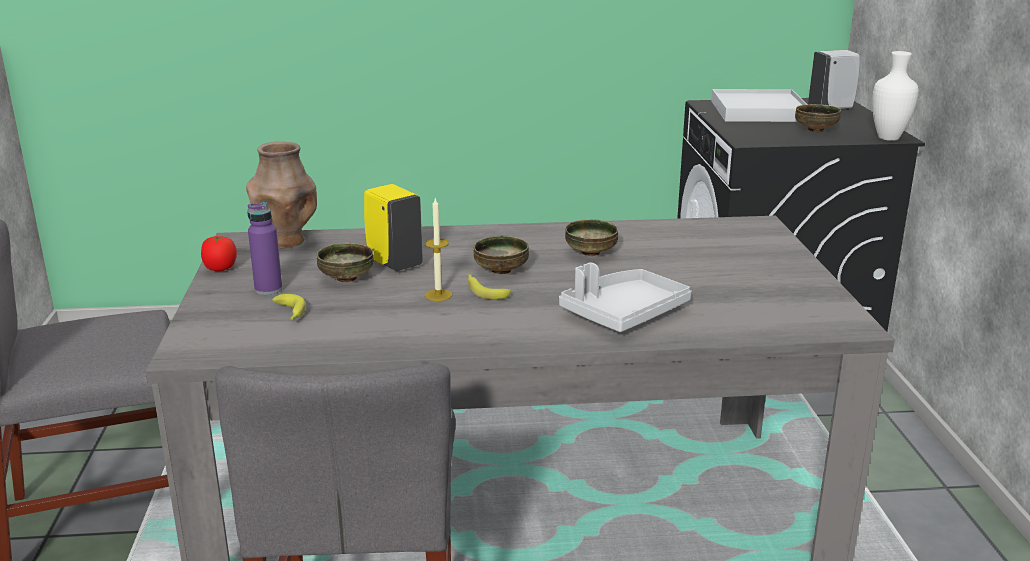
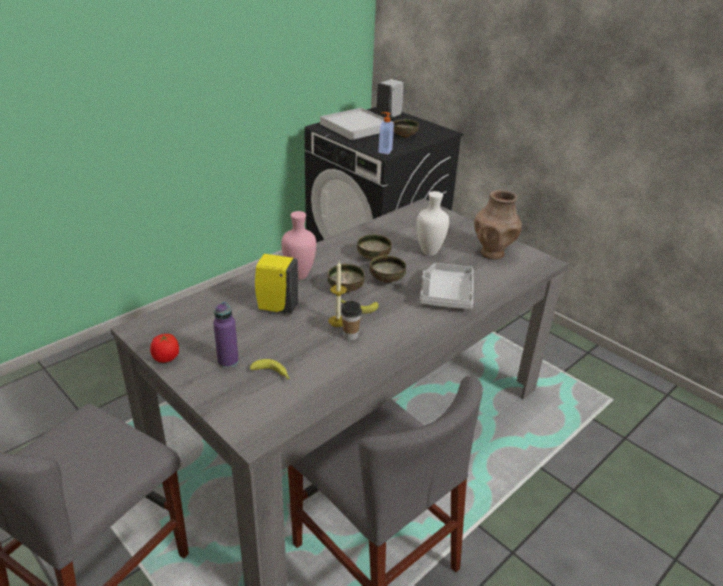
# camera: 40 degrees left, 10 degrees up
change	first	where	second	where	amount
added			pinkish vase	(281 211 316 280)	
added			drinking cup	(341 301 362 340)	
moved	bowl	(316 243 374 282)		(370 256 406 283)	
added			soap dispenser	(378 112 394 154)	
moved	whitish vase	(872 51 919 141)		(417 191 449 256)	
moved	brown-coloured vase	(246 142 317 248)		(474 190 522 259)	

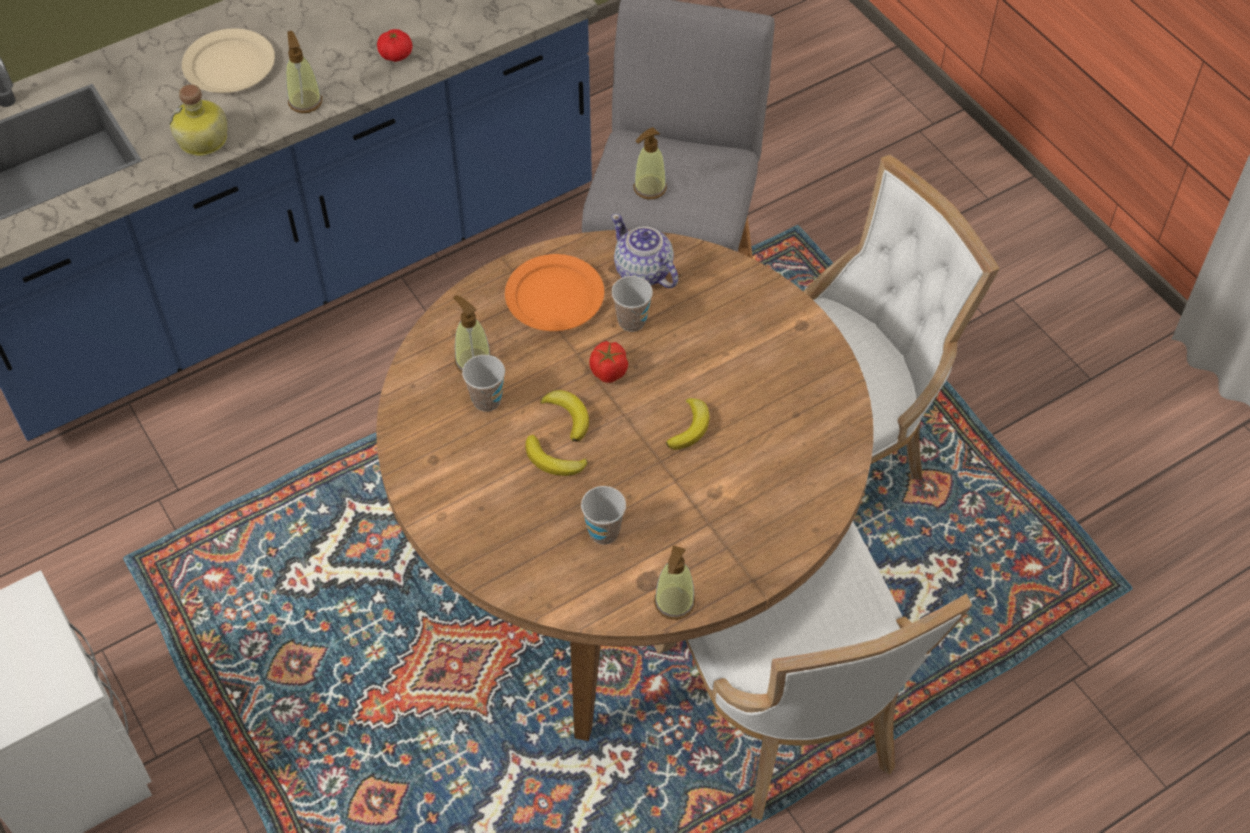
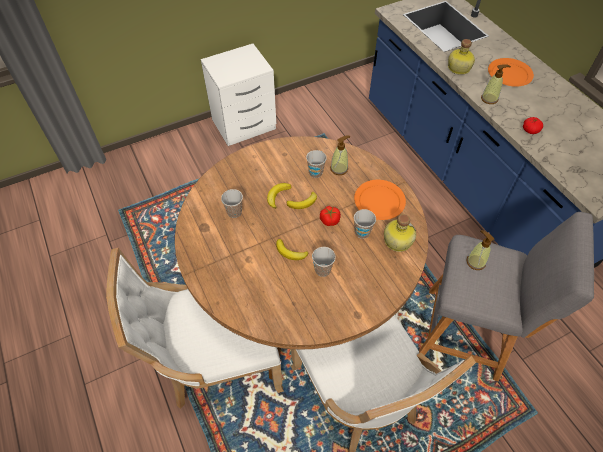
# camera: 95 degrees right, 0 degrees up
change	first	where	second	where	amount
added			drinking cup	(312 247 336 277)	
replaced	pot for tea	(611 214 678 288)	beverage bottle	(384 214 416 252)	
recoloured	sand-coloured dinner plate	(182 28 275 93)	orangey dinner plate	(488 58 534 87)	
removed	soap dispenser	(654 546 695 620)			

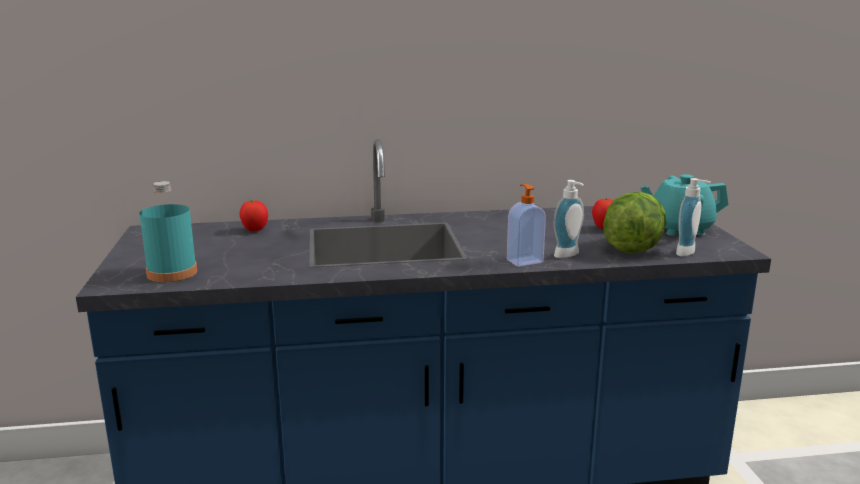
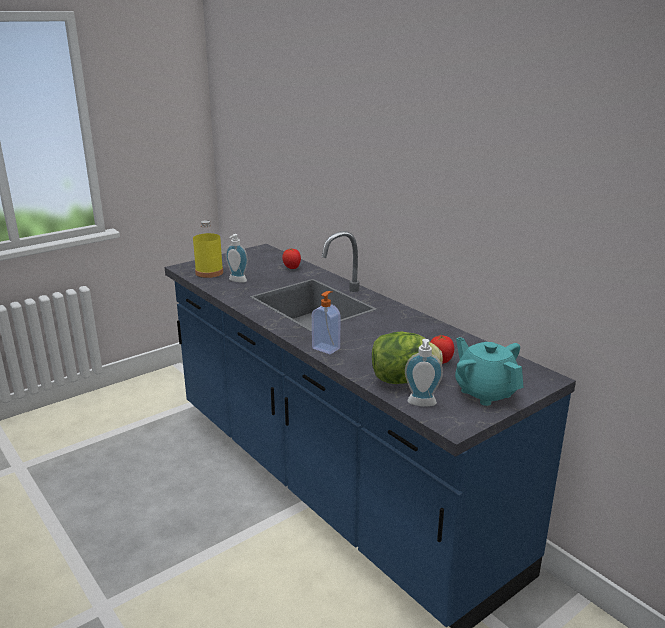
# camera: 60 degrees right, 5 degrees up
change	first	where	second	where	amount
recoloured	turquoise-coloured beverage bottle	(139 181 197 282)	yellow beverage bottle	(193 220 223 278)	
moved	soap dispenser	(554 180 584 258)		(226 234 248 282)	

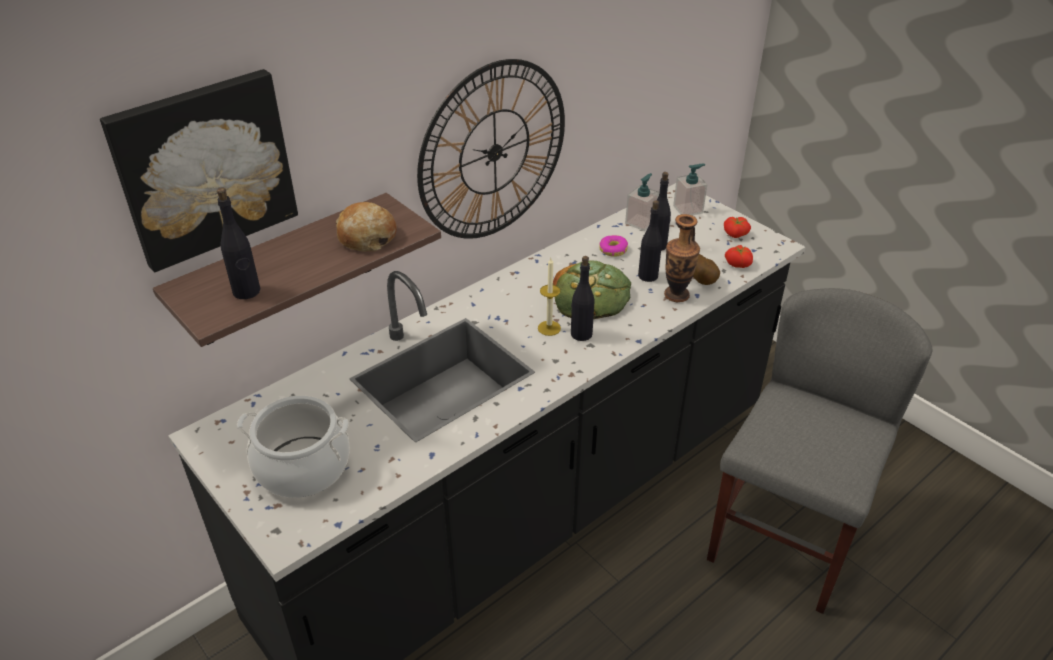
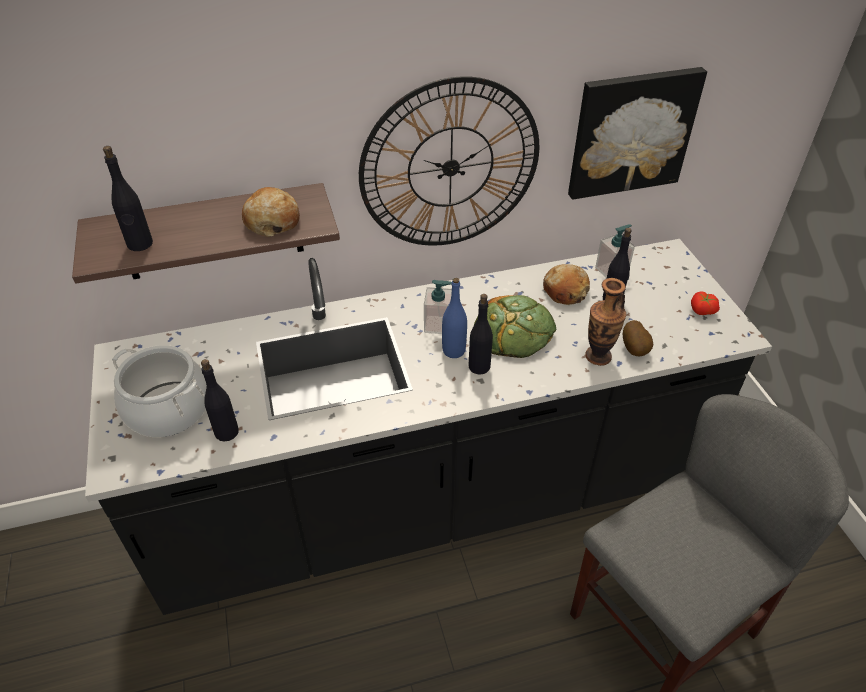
# camera: 25 degrees right, 5 degrees up
change	first	where	second	where	amount
moved	black-coloured beverage bottle	(638 200 662 282)		(201 359 239 441)	
moved	soap dispenser	(673 164 707 215)		(424 280 452 334)	
replaced	candle	(538 258 561 336)	blue-coloured beverage bottle	(442 278 467 358)	
replaced	doughnut	(599 235 628 257)	bread	(543 264 590 305)	
moved	wall picture	(100 69 298 272)		(568 67 707 200)	
removed	whole tomato	(725 245 753 268)			

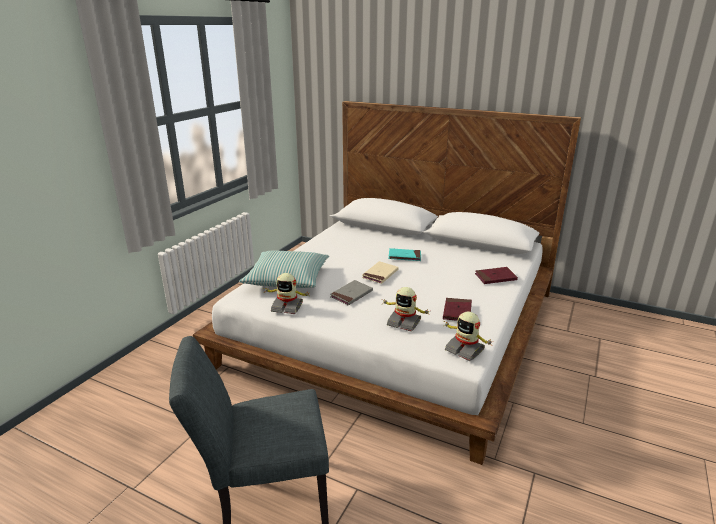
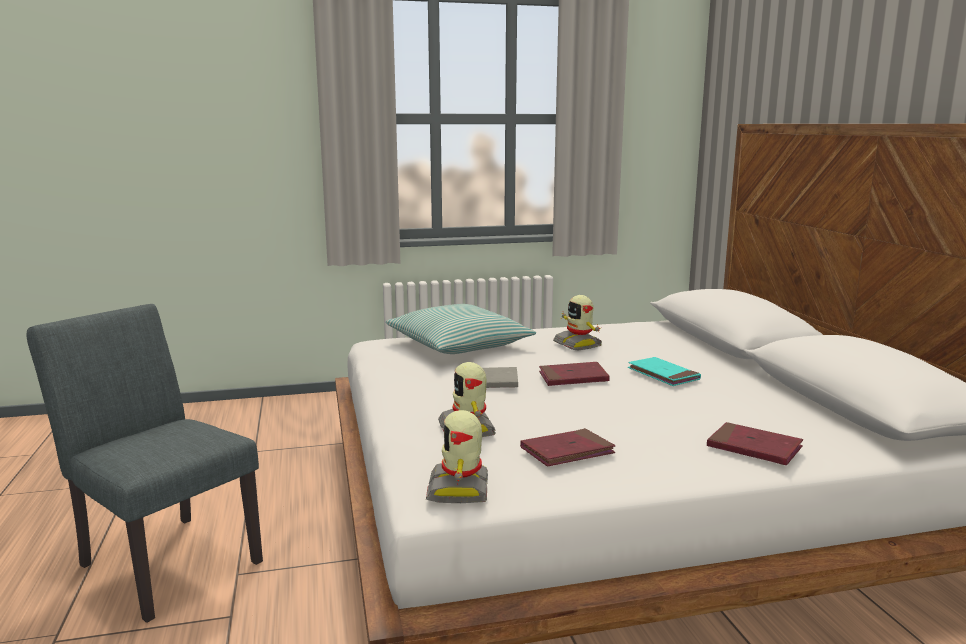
# camera: 50 degrees right, 10 degrees down
change	first	where	second	where	amount
recoloured	sand-coloured volume	(362 261 399 284)	red volume	(539 362 610 386)	
moved	model robot	(263 273 311 314)		(553 295 602 350)	

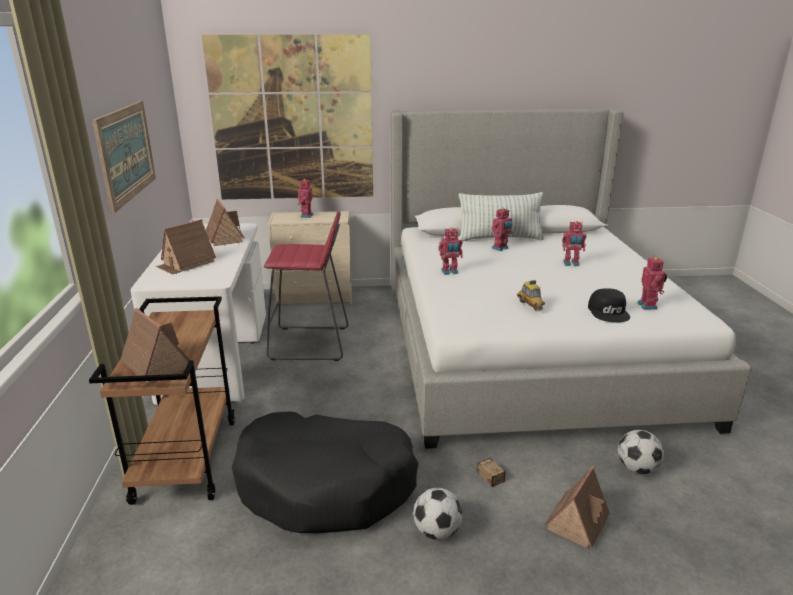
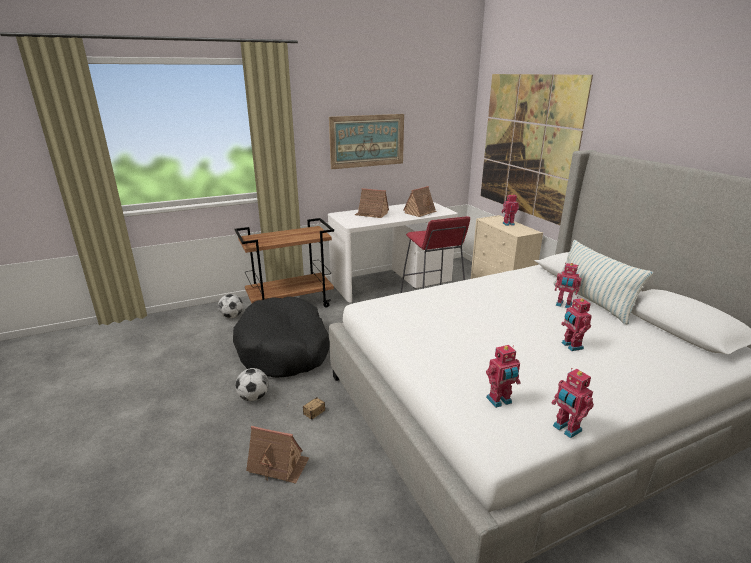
# camera: 70 degrees right, 0 degrees up
change	first	where	second	where	amount
moved	football	(618 430 664 474)		(218 294 243 318)	
moved	model robot	(439 228 463 275)		(552 368 594 438)	
removed	model house	(120 308 190 384)			
removed	miniature car	(517 280 545 310)			
removed	black-coloured baseball cap	(588 288 630 322)			

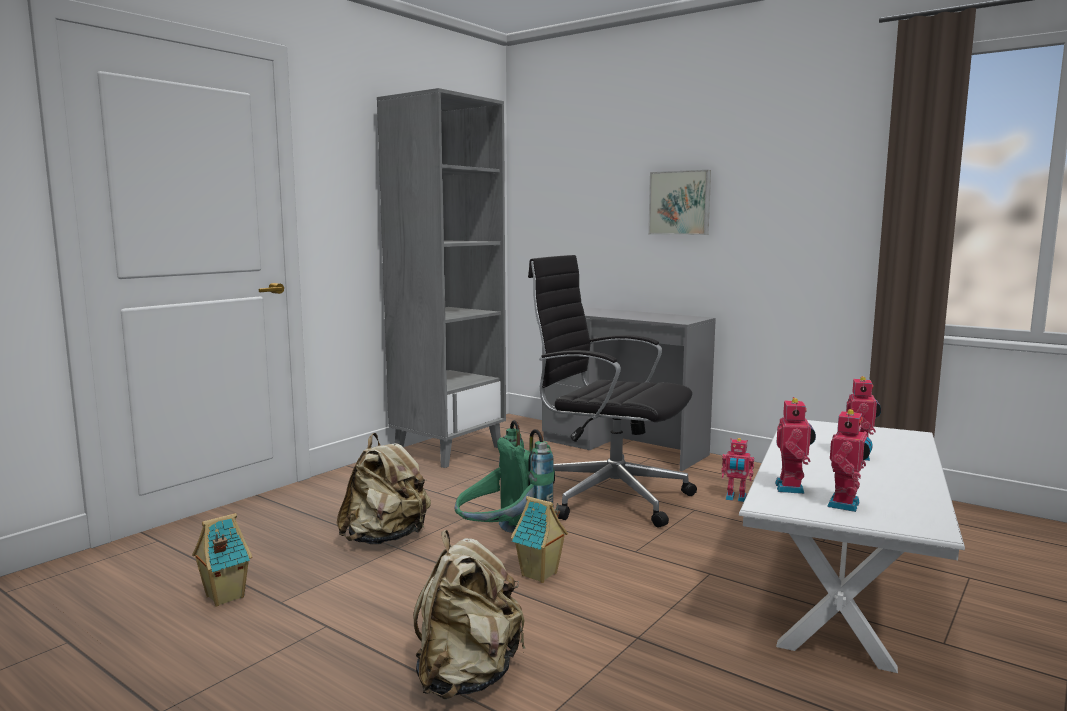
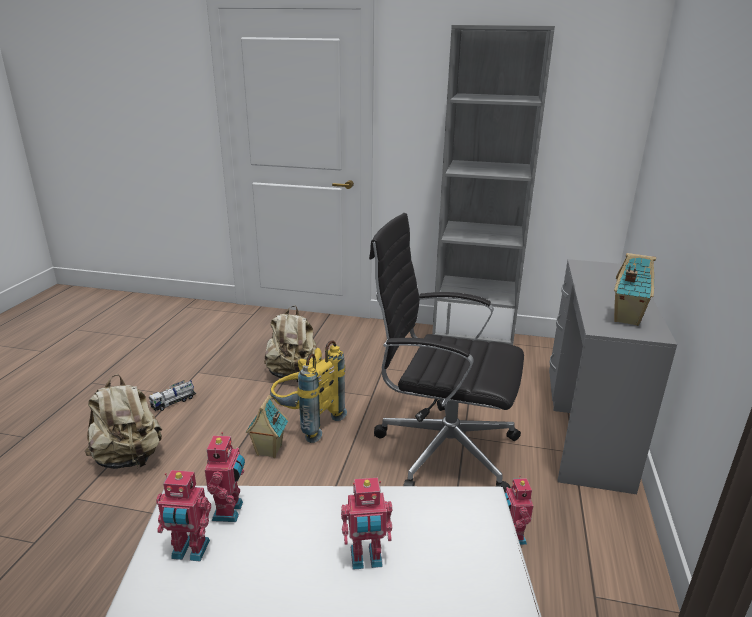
# camera: 65 degrees right, 15 degrees up
change	first	where	second	where	amount
added			toy lorry	(148 380 196 411)	
turned	model robot	(775 397 816 494)		(205 432 245 522)	75 degrees counterclockwise
recoloured	green-coloured knapsack	(454 420 554 533)	yellow knapsack	(270 341 347 443)	
turned	black-coloured office chair	(528 255 697 528)		(369 213 524 493)	75 degrees counterclockwise
moved	model house	(192 513 252 607)		(614 253 656 326)	
removed	wall picture	(648 170 711 235)			

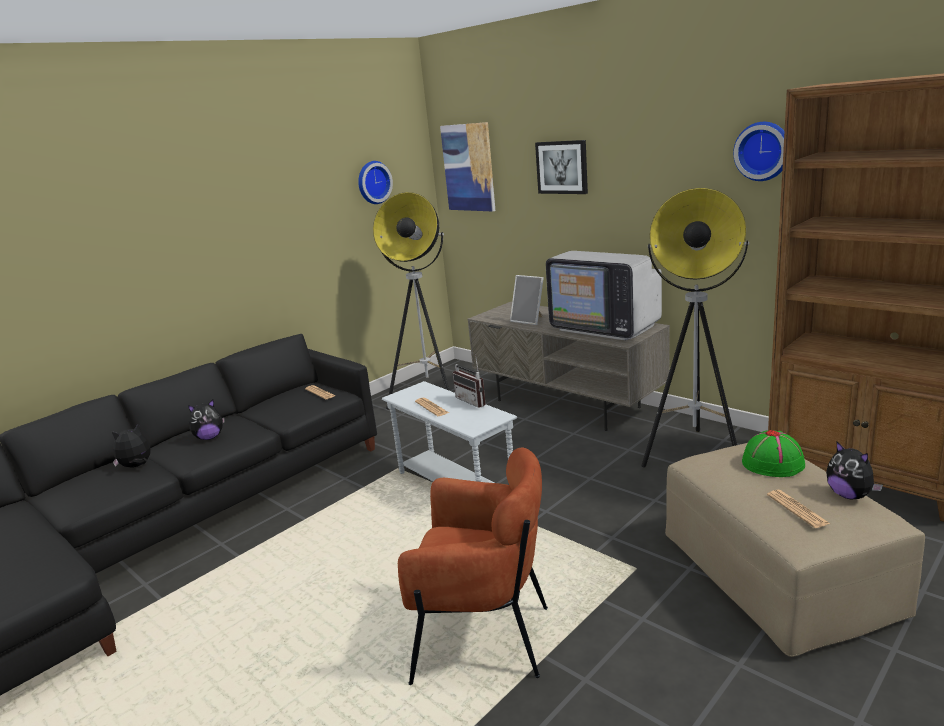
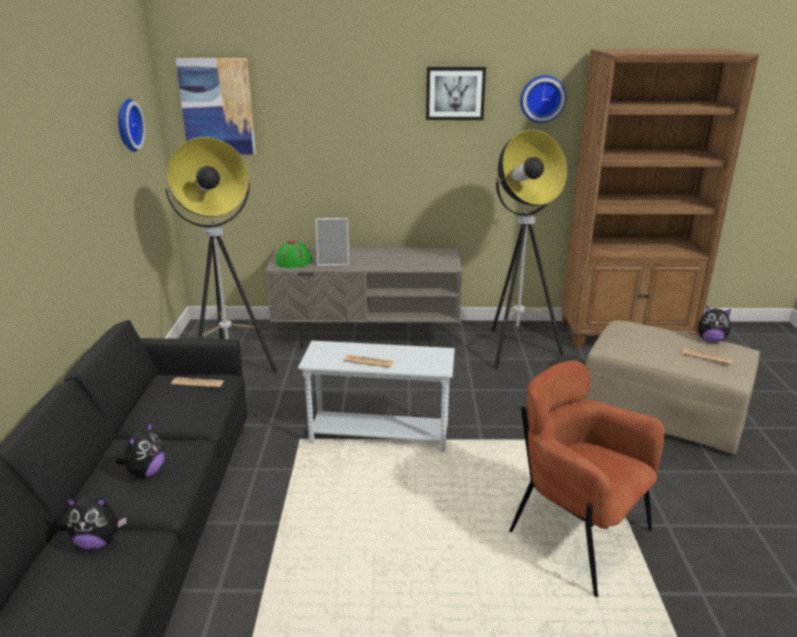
# camera: 45 degrees left, 5 degrees up
change	first	where	second	where	amount
turned	cuddly toy	(112 423 151 468)		(66 496 127 550)	105 degrees counterclockwise
moved	green-coloured clothing hat	(742 430 805 477)		(276 241 313 268)	
moved	wall picture	(535 140 588 194)		(426 67 486 120)	
turned	brown-coloured lounge chair	(398 447 548 685)		(509 361 665 597)	105 degrees counterclockwise
removed	radio receiver	(453 354 486 408)			
removed	TV	(546 251 662 340)			

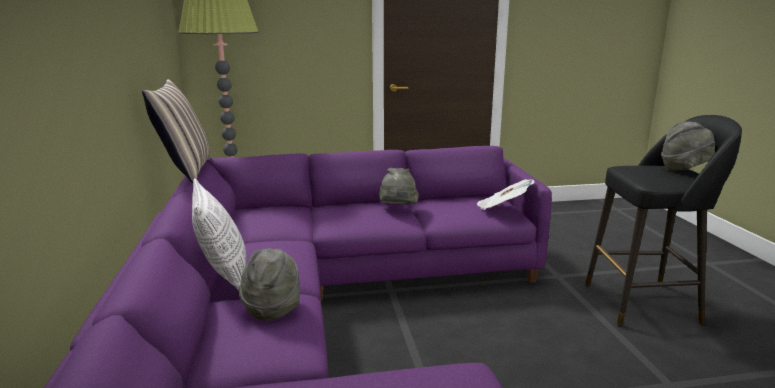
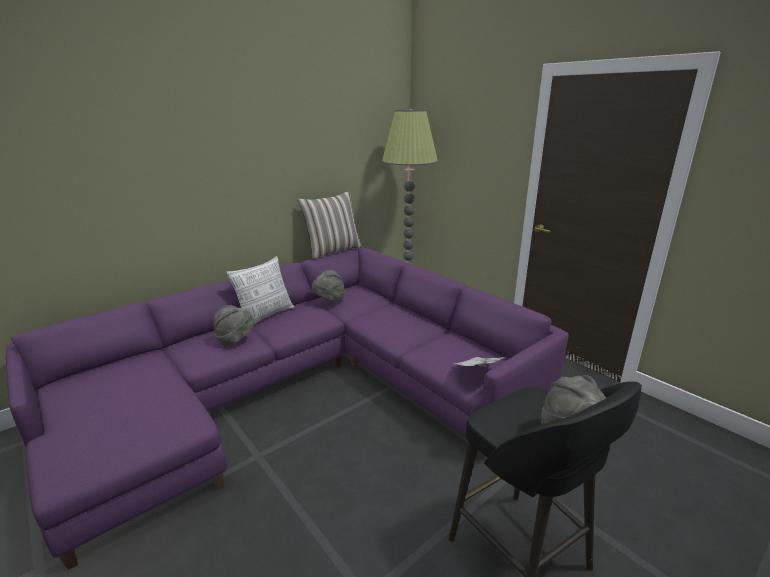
# camera: 60 degrees right, 5 degrees up
change	first	where	second	where	amount
moved	greyish clothing hat	(379 168 419 204)		(312 270 345 302)	

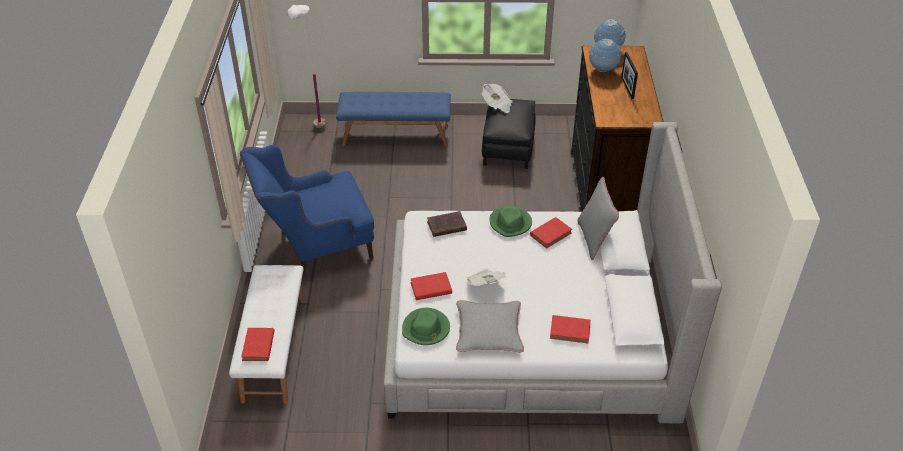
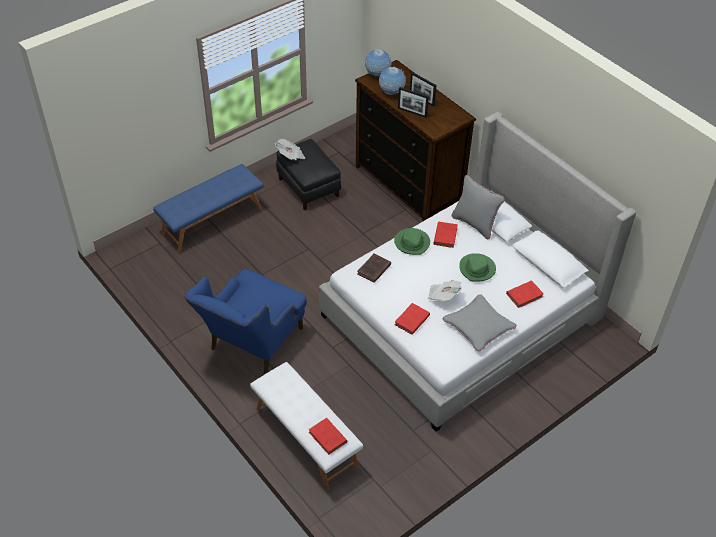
# camera: 40 degrees left, 5 degrees up
change	first	where	second	where	amount
added			picture frame	(398 87 429 118)	
moved	green-coloured clothing hat	(402 308 450 345)		(459 253 496 282)	
removed	whitish floor lamp	(287 5 327 128)			

